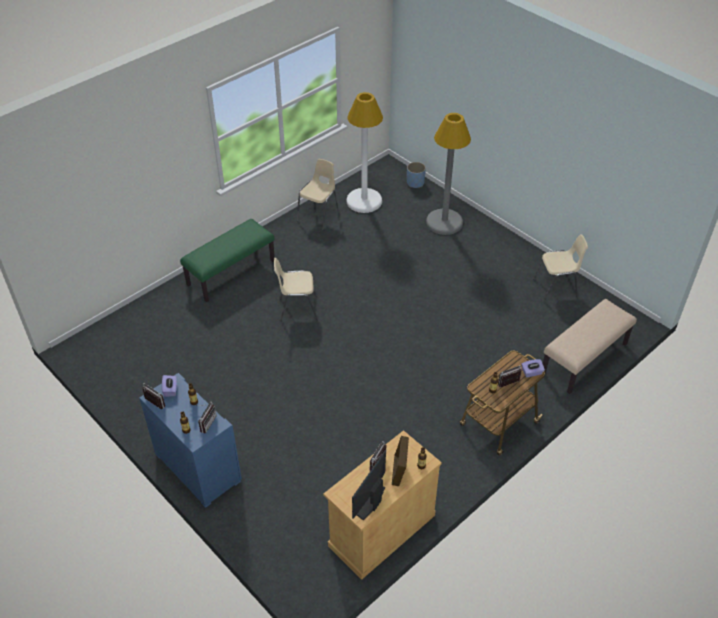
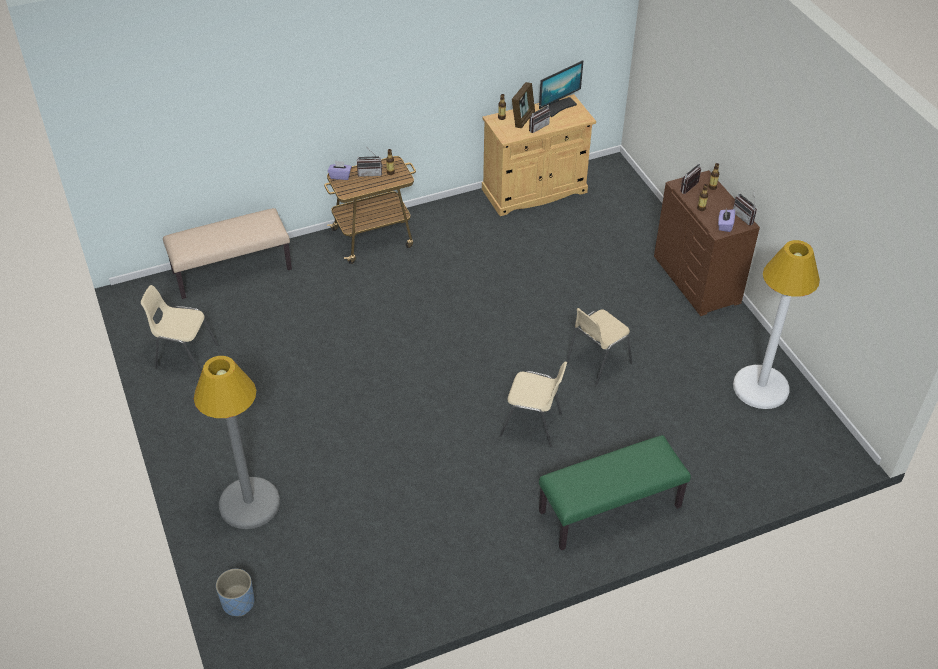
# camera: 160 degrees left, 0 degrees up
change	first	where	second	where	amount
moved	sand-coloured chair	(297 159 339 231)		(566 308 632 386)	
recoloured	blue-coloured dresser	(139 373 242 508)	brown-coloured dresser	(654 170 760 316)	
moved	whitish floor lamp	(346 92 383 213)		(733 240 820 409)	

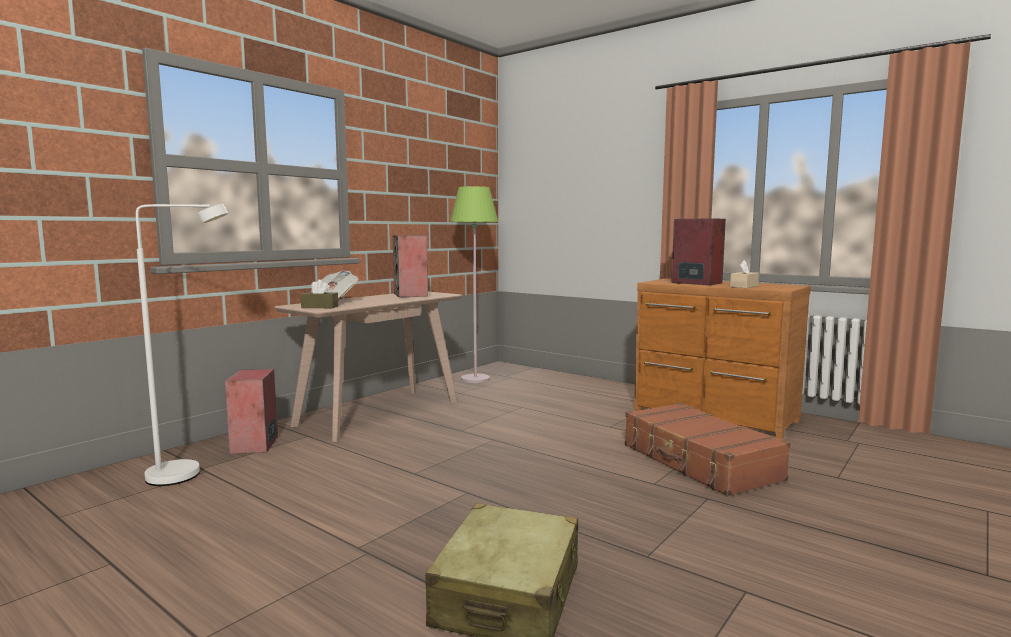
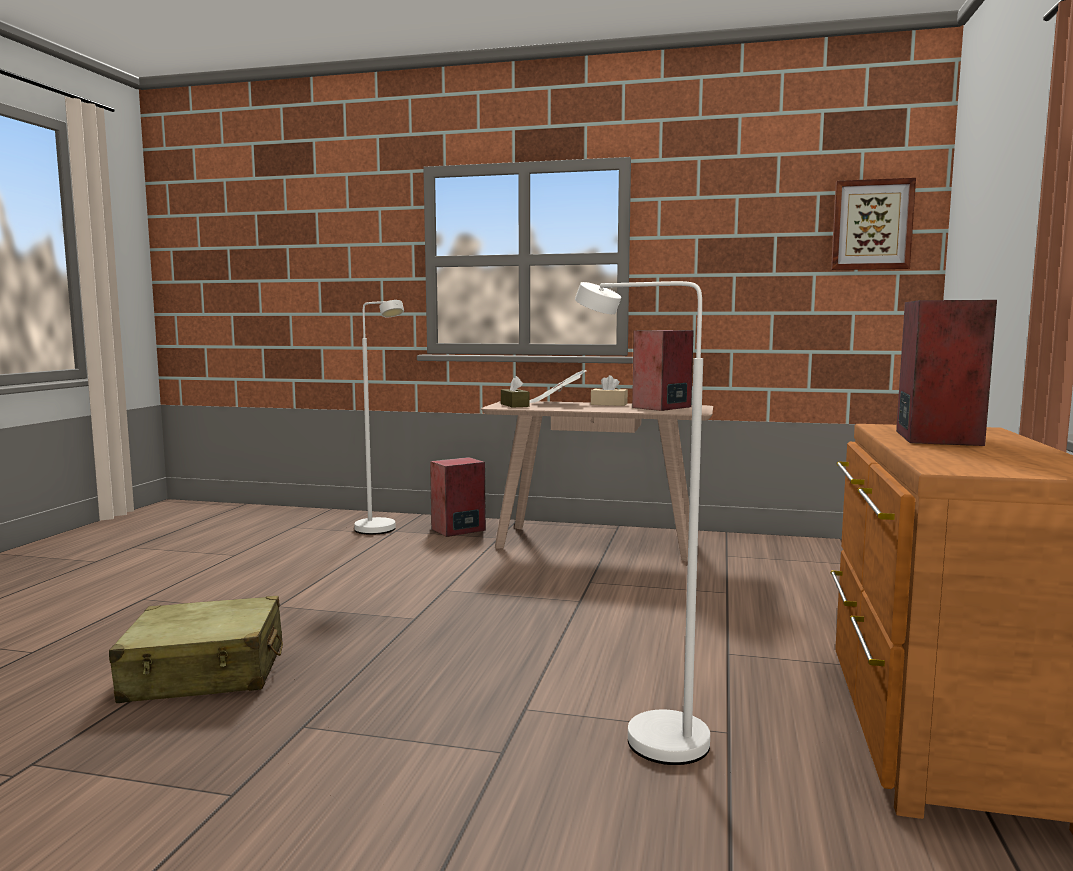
# camera: 65 degrees right, 0 degrees up
change	first	where	second	where	amount
replaced	brown-coloured travel case	(625 403 791 496)	whitish floor lamp	(575 281 710 765)	
moved	sand-coloured tissue holder	(730 260 759 288)		(591 375 628 406)	
added			wall picture	(831 178 916 270)	
removed	green-coloured floor lamp	(450 186 498 383)			

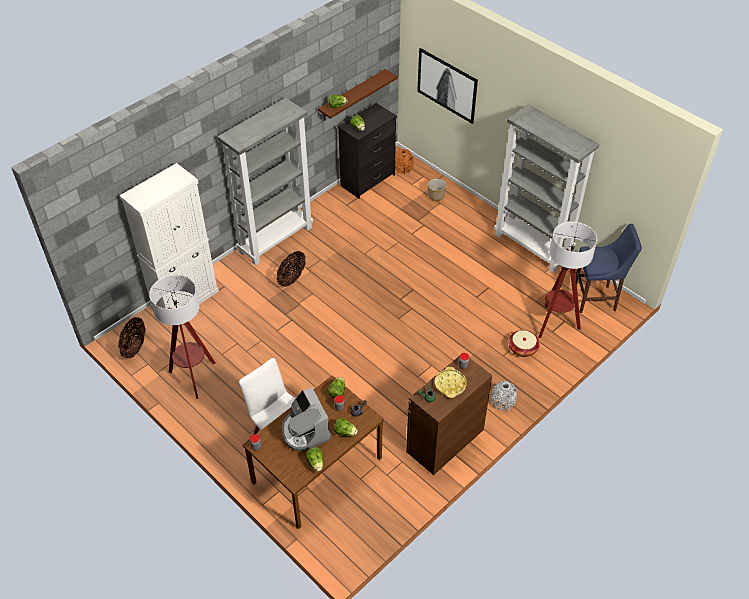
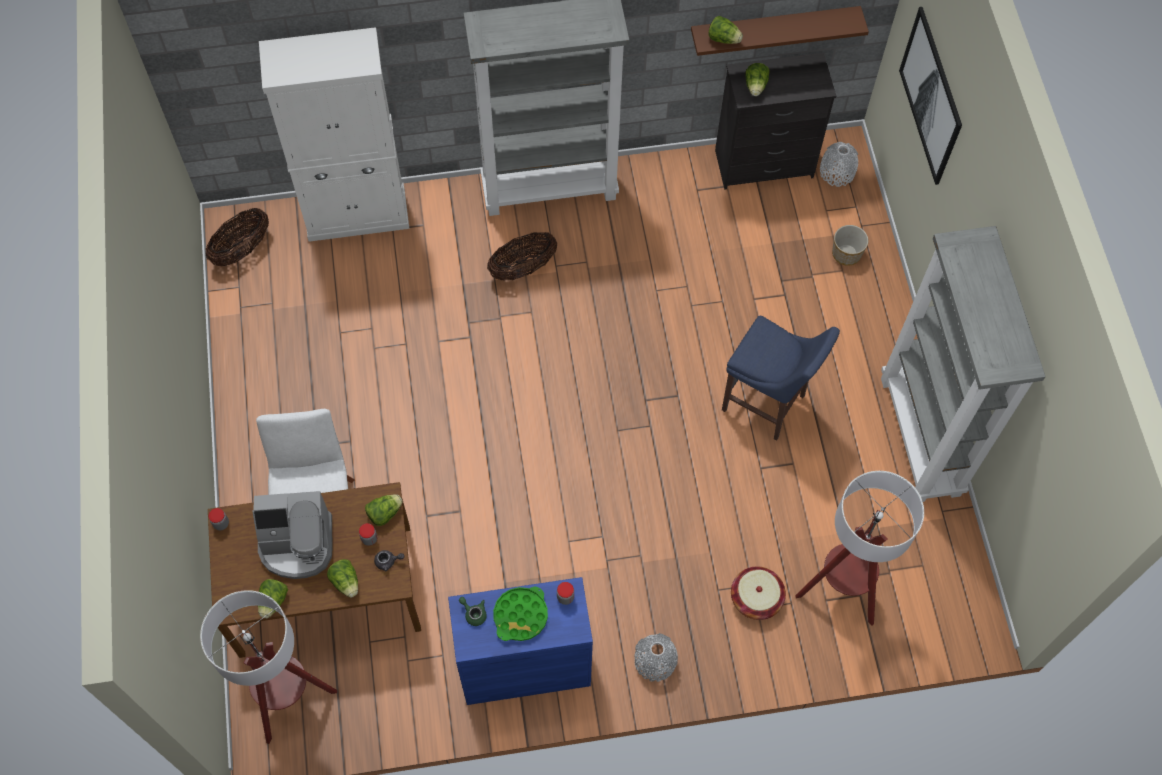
# camera: 35 degrees right, 15 degrees up
change	first	where	second	where	amount
moved	floor lamp	(149 275 215 399)		(200 590 337 744)	
turned	coffee machine	(281 387 331 451)		(253 491 333 579)	105 degrees counterclockwise
recoloured	brown-coloured cabinet	(406 356 492 475)	blue-coloured cabinet	(448 577 593 705)	
recoloured	yellow tray	(435 367 467 398)	green-coloured tray	(493 586 548 641)	
moved	blue-coloured stool seat	(576 224 642 313)		(722 315 840 440)	
recoloured	orangey vase	(395 149 413 174)	whitish vase	(820 142 859 187)	

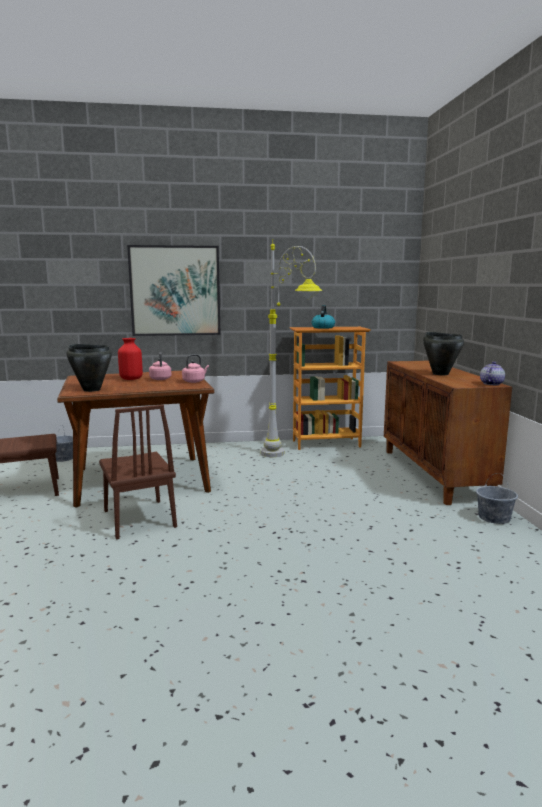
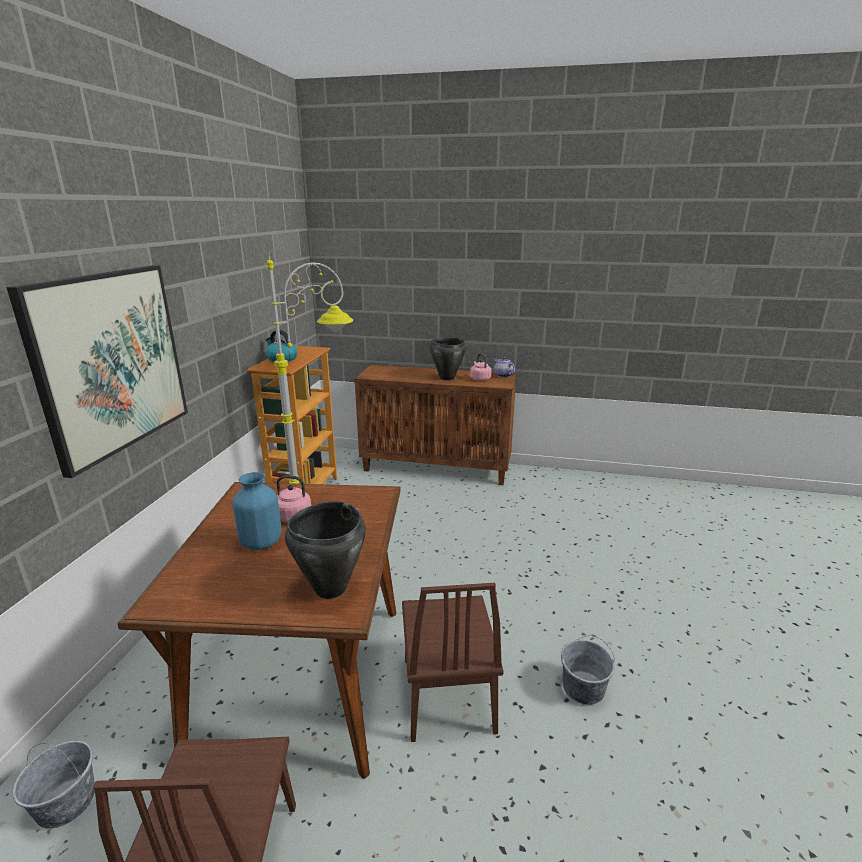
# camera: 70 degrees left, 10 degrees up
change	first	where	second	where	amount
recoloured	red vase	(118 338 143 380)	blue-coloured vase	(232 472 282 550)	
turned	brown-coloured chair	(99 405 177 539)		(402 583 504 742)	90 degrees clockwise
moved	pinkish tea kettle	(182 354 209 383)		(470 353 491 381)	
moved	greyish water bucket	(476 473 518 524)		(561 635 615 705)	

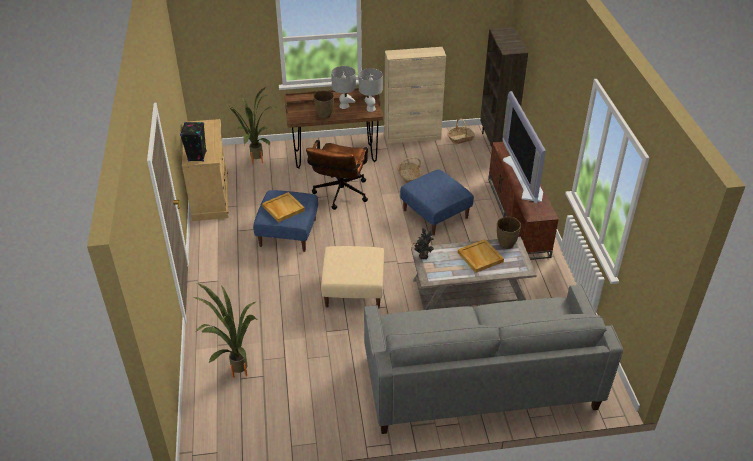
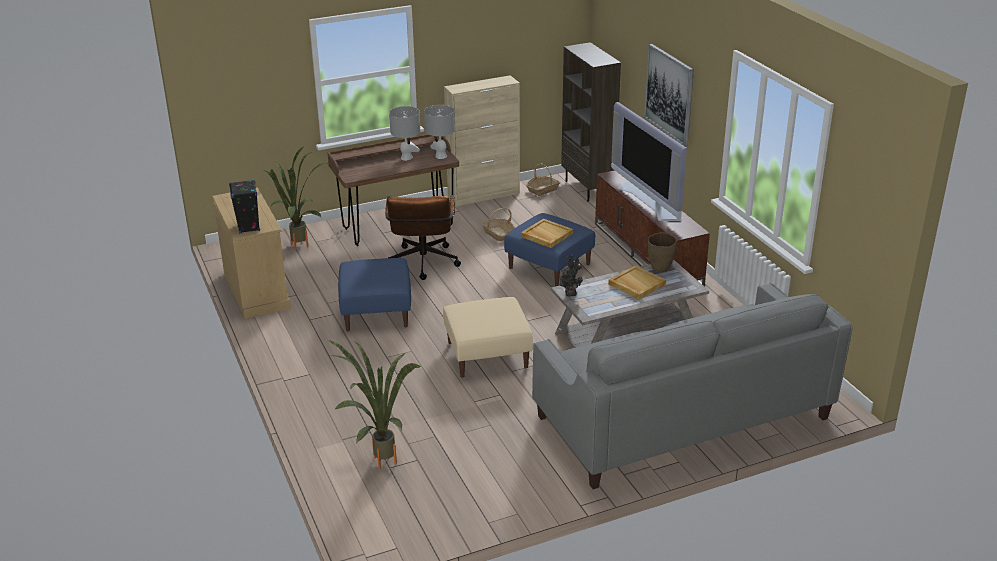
# camera: 15 degrees left, 10 degrees down
change	first	where	second	where	amount
moved	sand-coloured tray	(262 192 305 223)		(521 219 573 248)	
added			wall picture	(644 44 694 146)	
removed	brown-coloured vase	(314 90 334 119)			

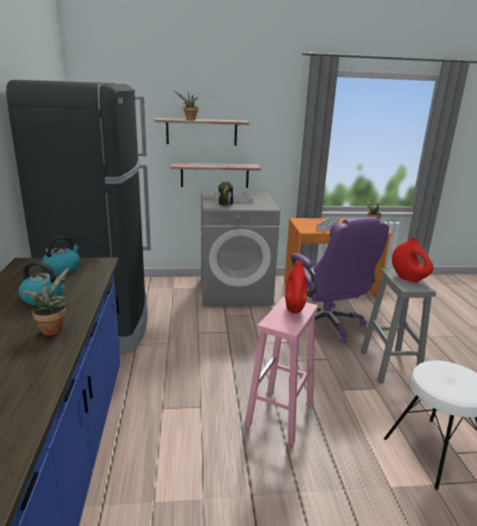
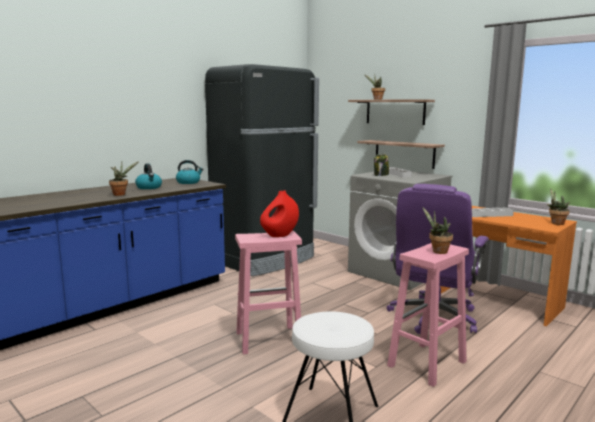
# camera: 50 degrees right, 10 degrees down
change	first	where	second	where	amount
recoloured	greyish stool seat	(361 268 436 383)	pinkish stool seat	(387 243 469 387)	
replaced	red vase	(392 237 433 282)	plant in a pot	(422 207 453 254)	

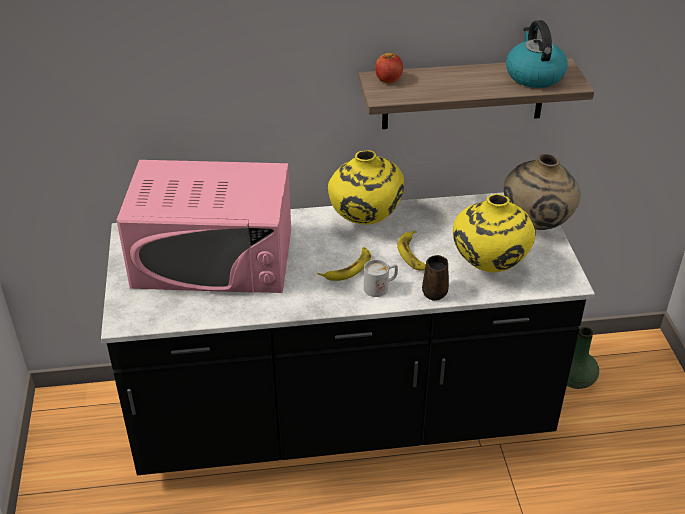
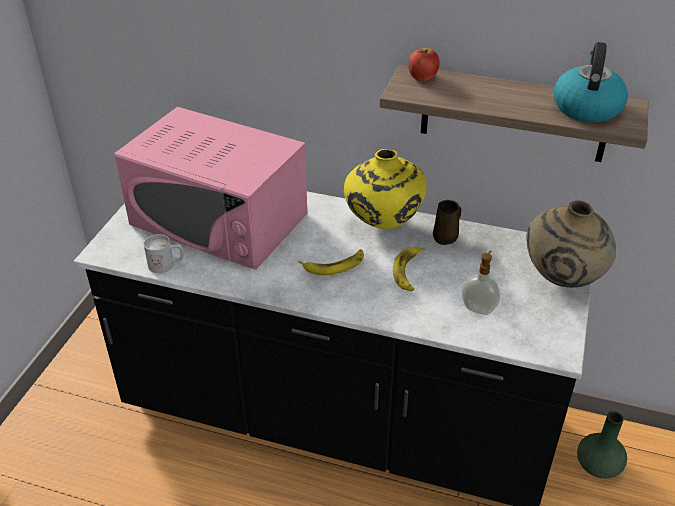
# camera: 25 degrees right, 0 degrees up
change	first	where	second	where	amount
moved	whitish mug	(364 259 398 297)		(143 234 184 273)	
moved	brown-coloured mug	(422 255 449 301)		(433 200 461 245)	
replaced	yellow vase	(453 194 536 273)	soap dispenser	(462 251 500 315)	

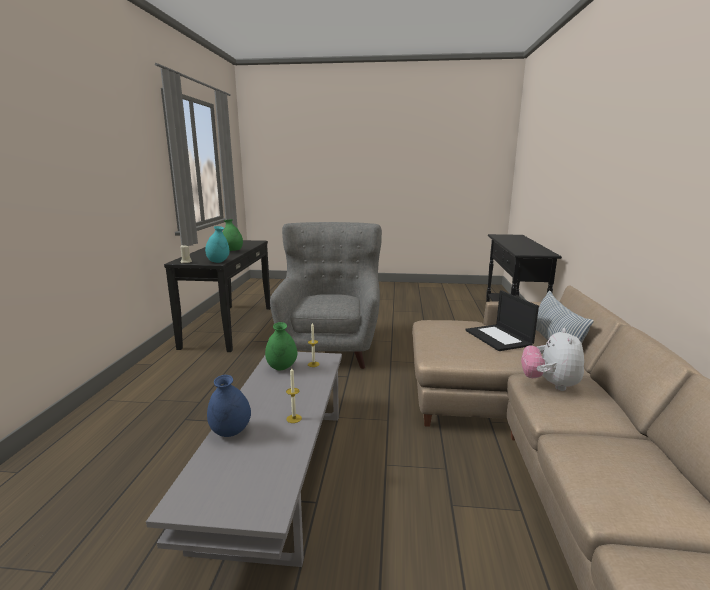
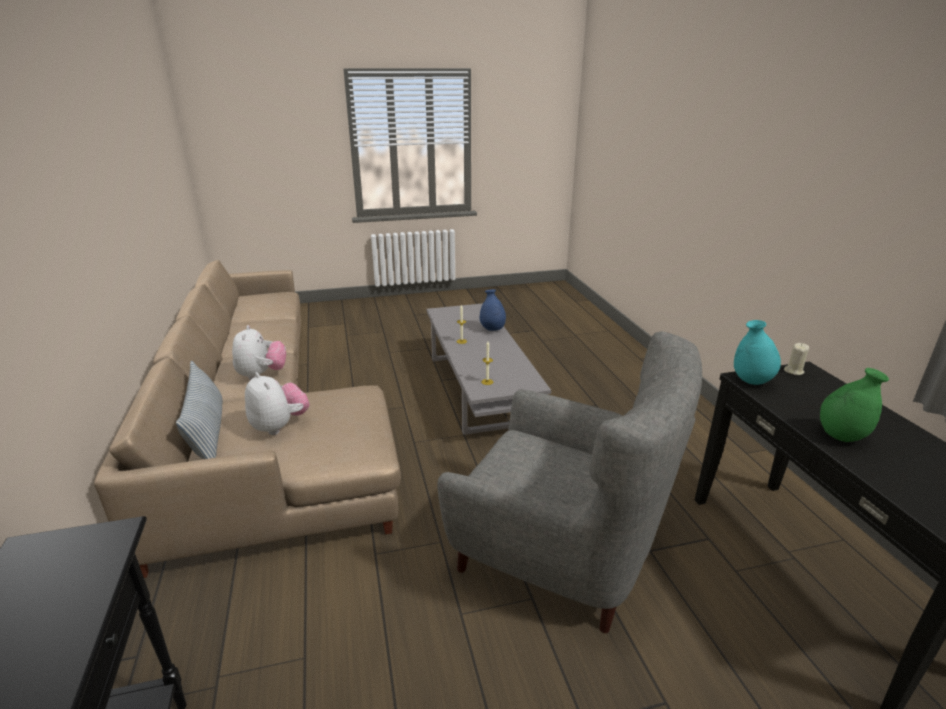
# camera: 160 degrees right, 10 degrees up
change	first	where	second	where	amount
replaced	notebook computer	(465 290 539 351)	cuddly toy	(245 372 310 435)	
turned	greyish lounge chair	(270 222 382 369)		(437 331 702 633)	45 degrees counterclockwise
removed	green-coloured vase	(265 322 297 370)			

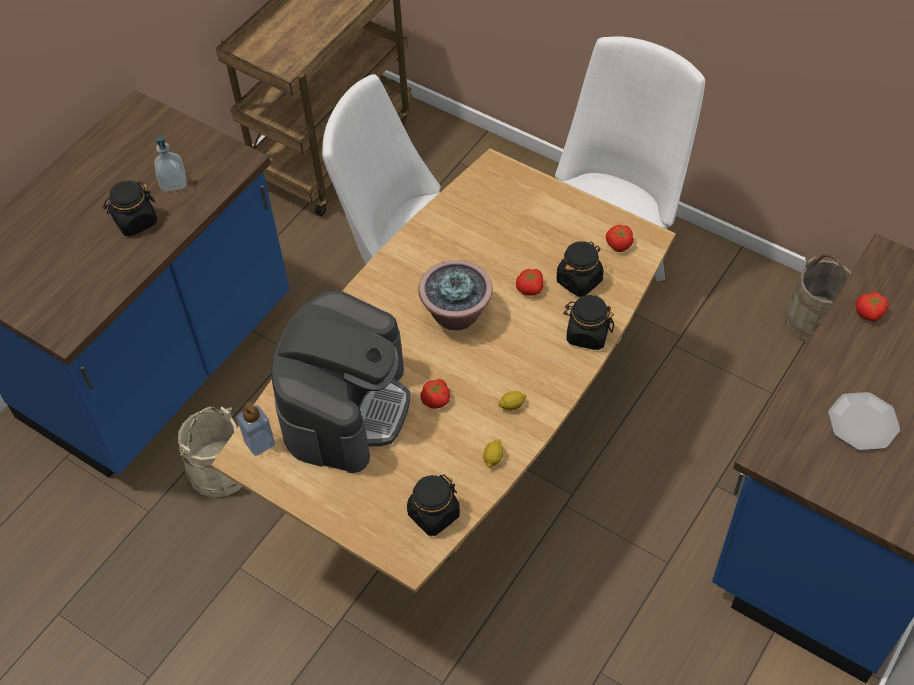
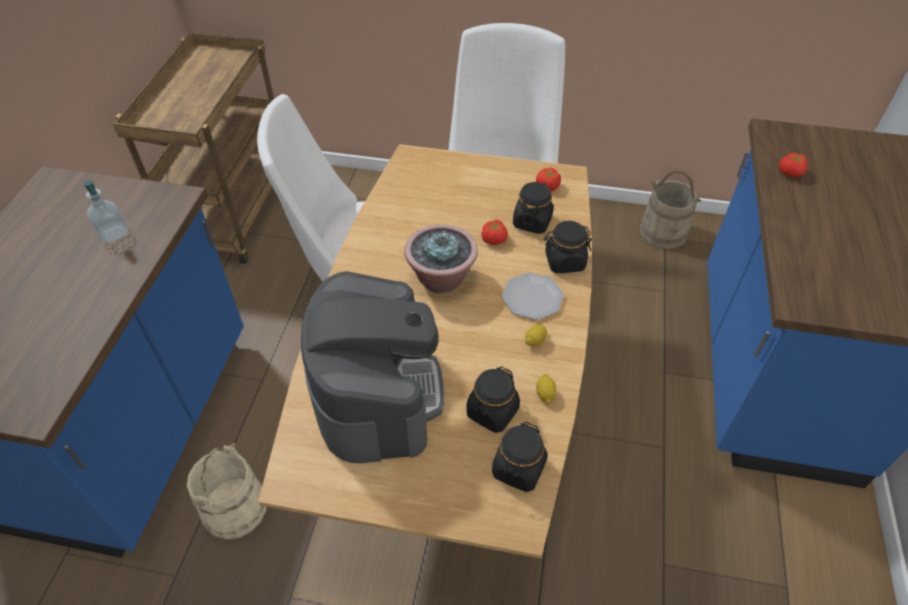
# camera: 25 degrees left, 5 degrees down
change	first	where	second	where	amount
moved	black-coloured jar	(103 181 157 236)		(466 366 520 433)	
moved	dinner plate	(828 392 900 450)		(502 272 564 320)	
removed	soap dispenser	(237 402 275 456)			
removed	whole tomato	(421 379 450 409)			

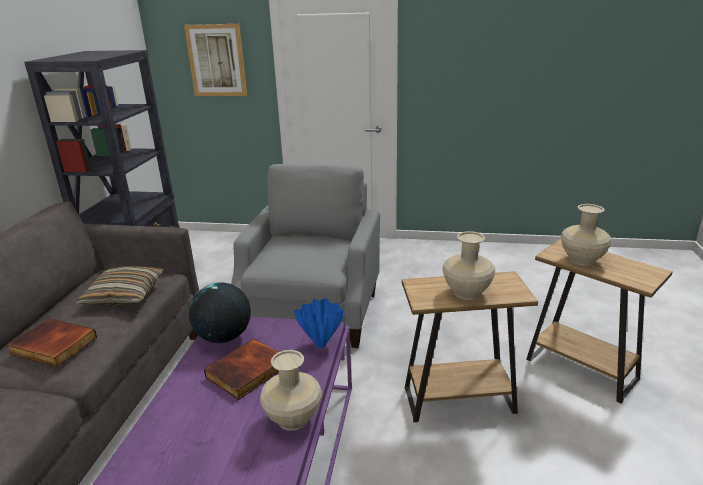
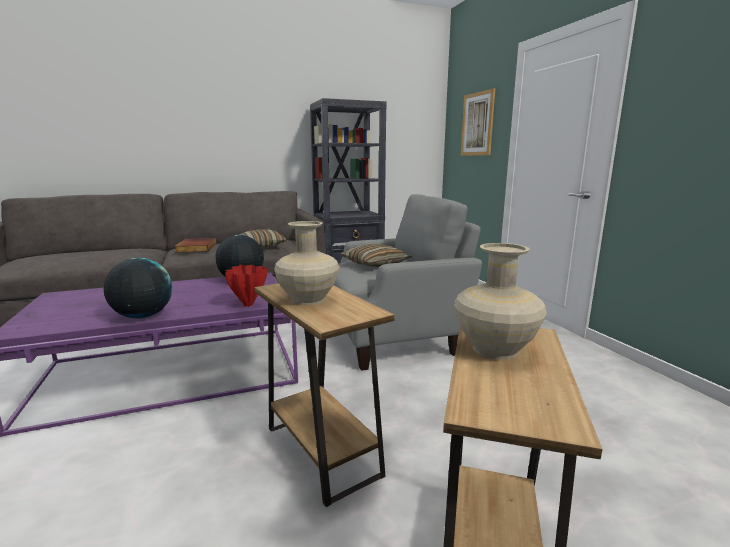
# camera: 60 degrees right, 10 degrees down
change	first	where	second	where	amount
replaced	sand-coloured vase	(260 350 322 431)	world globe	(104 258 172 318)	
recoloured	blue-coloured vase	(294 298 343 348)	red vase	(225 265 268 307)	
added			throw pillow	(341 244 412 267)	
removed	volume	(204 339 279 400)			

